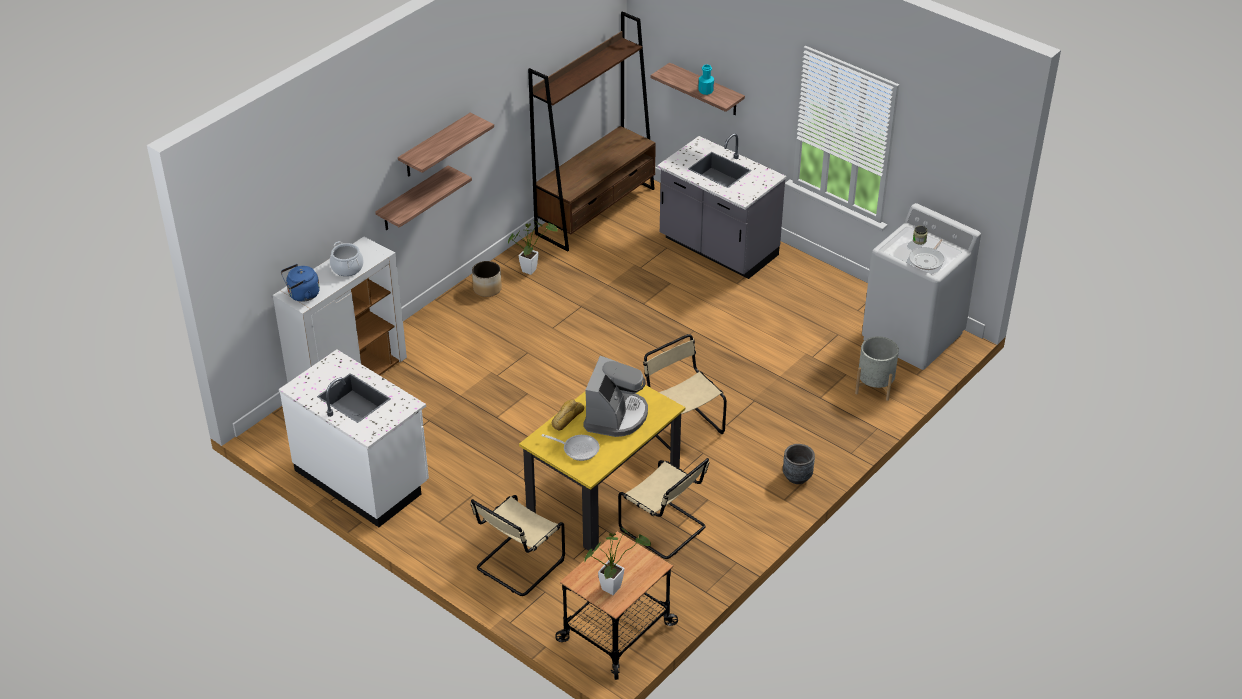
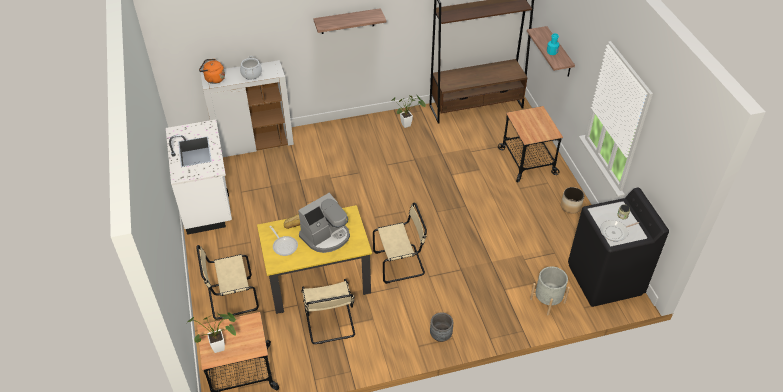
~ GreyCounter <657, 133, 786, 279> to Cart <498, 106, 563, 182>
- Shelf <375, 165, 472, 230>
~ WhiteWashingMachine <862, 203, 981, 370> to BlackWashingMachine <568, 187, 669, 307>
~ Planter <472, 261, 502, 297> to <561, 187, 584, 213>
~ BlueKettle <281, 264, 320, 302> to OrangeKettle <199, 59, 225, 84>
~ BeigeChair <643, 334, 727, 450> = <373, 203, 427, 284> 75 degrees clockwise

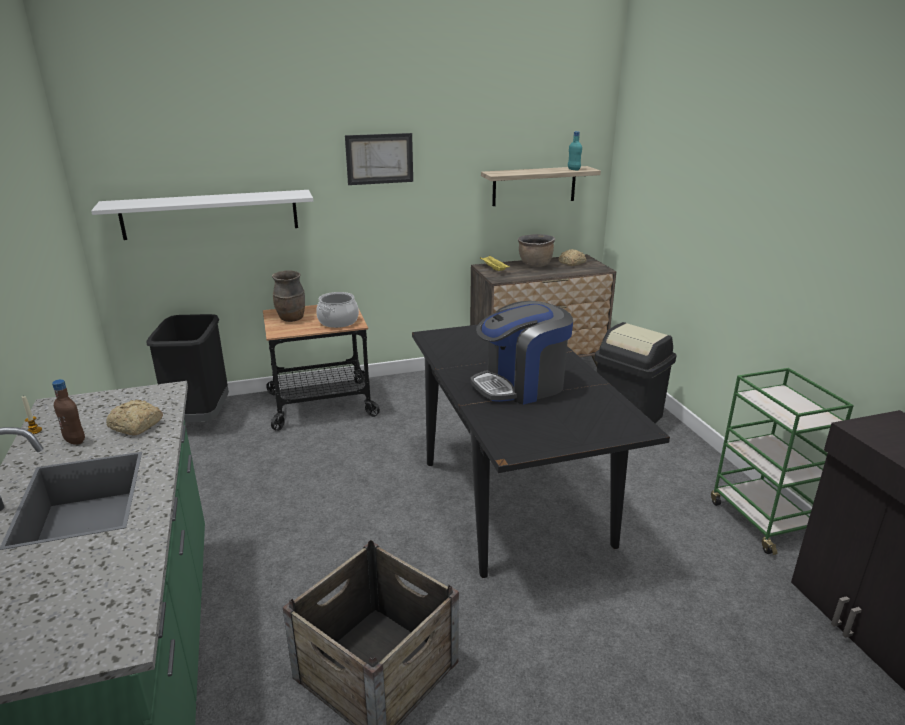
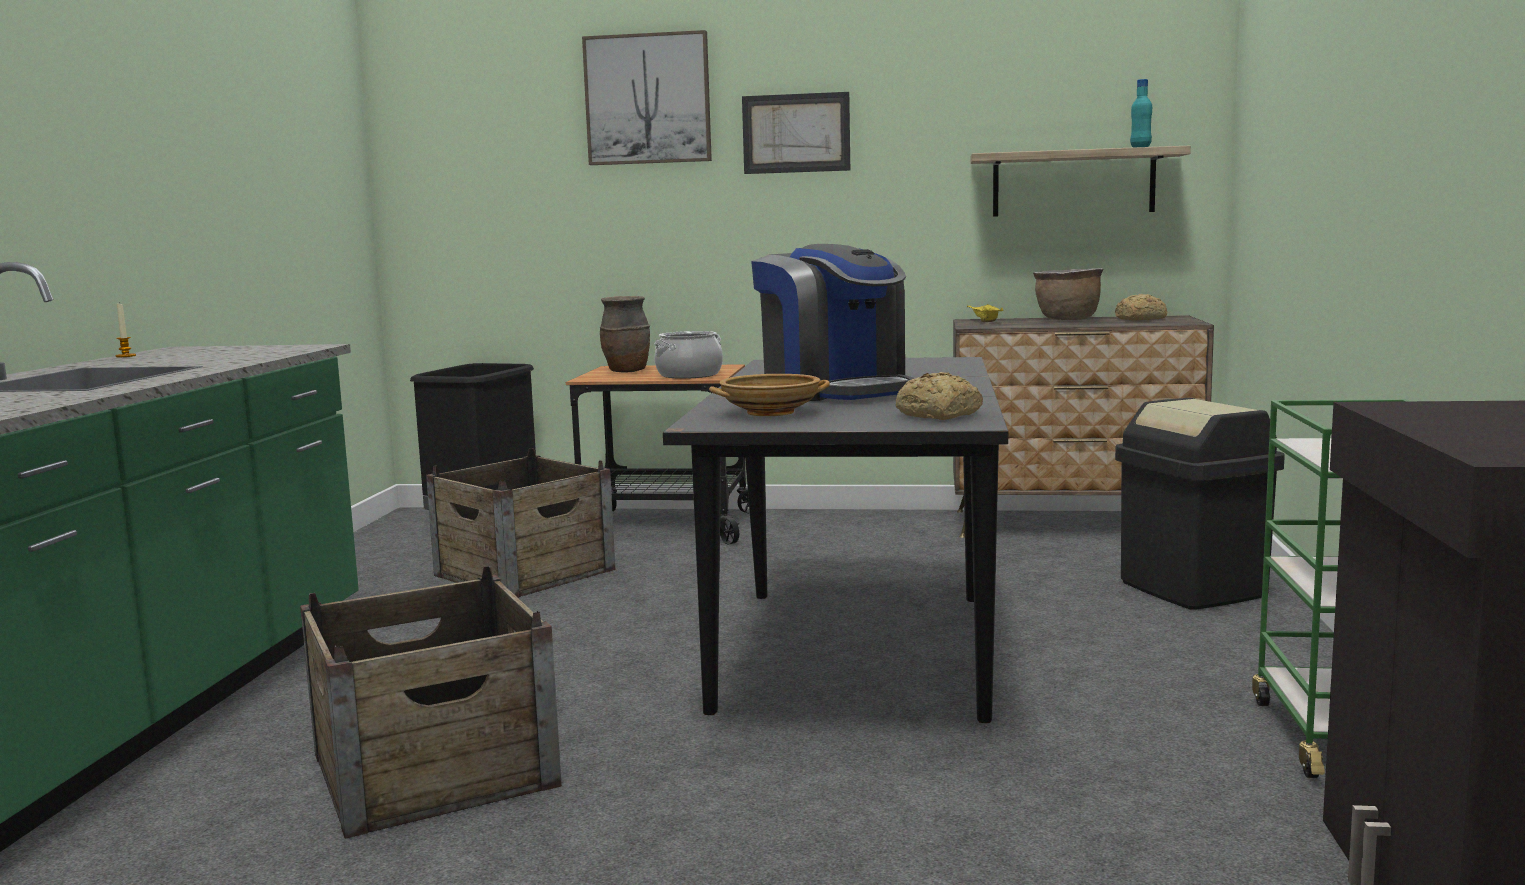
- WhiteShelf <91, 190, 313, 240>
~ CoffeeMachine <470, 301, 573, 405> = <751, 244, 915, 401> 120 degrees counterclockwise
- BrownBottle <52, 379, 85, 445>
~ Bread <106, 400, 163, 435> to <896, 372, 983, 420>
+ Picture <582, 30, 712, 165>
+ BeigeBowl <709, 374, 830, 416>
+ Crate <426, 448, 615, 598>

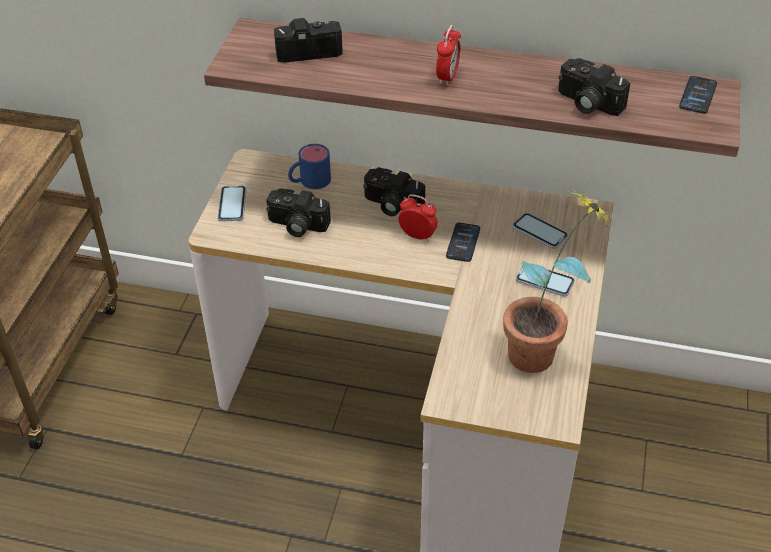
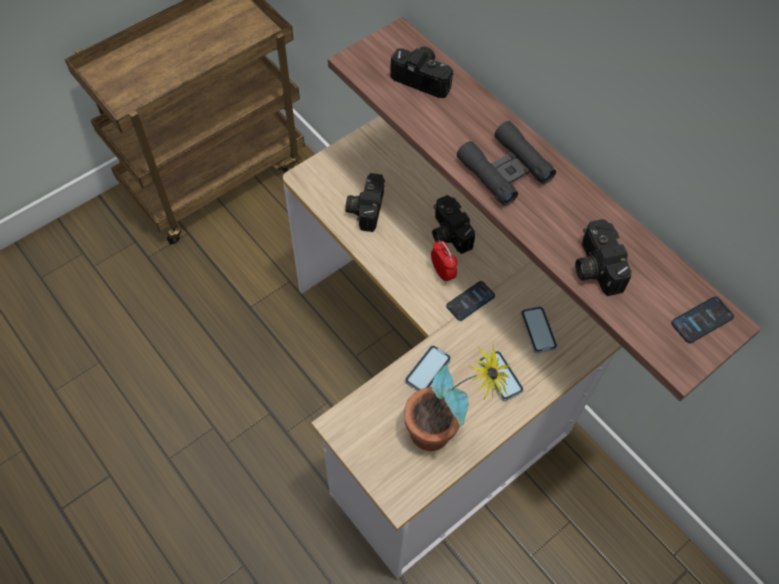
~ AlarmClock <436, 25, 461, 86> to BlackBinoculars <457, 121, 556, 206>
- BlueMug <288, 144, 331, 189>
~ Phone <218, 186, 246, 221> to <405, 345, 451, 391>
~ PhotoCamera <266, 188, 331, 237> = <345, 173, 385, 232> 45 degrees clockwise

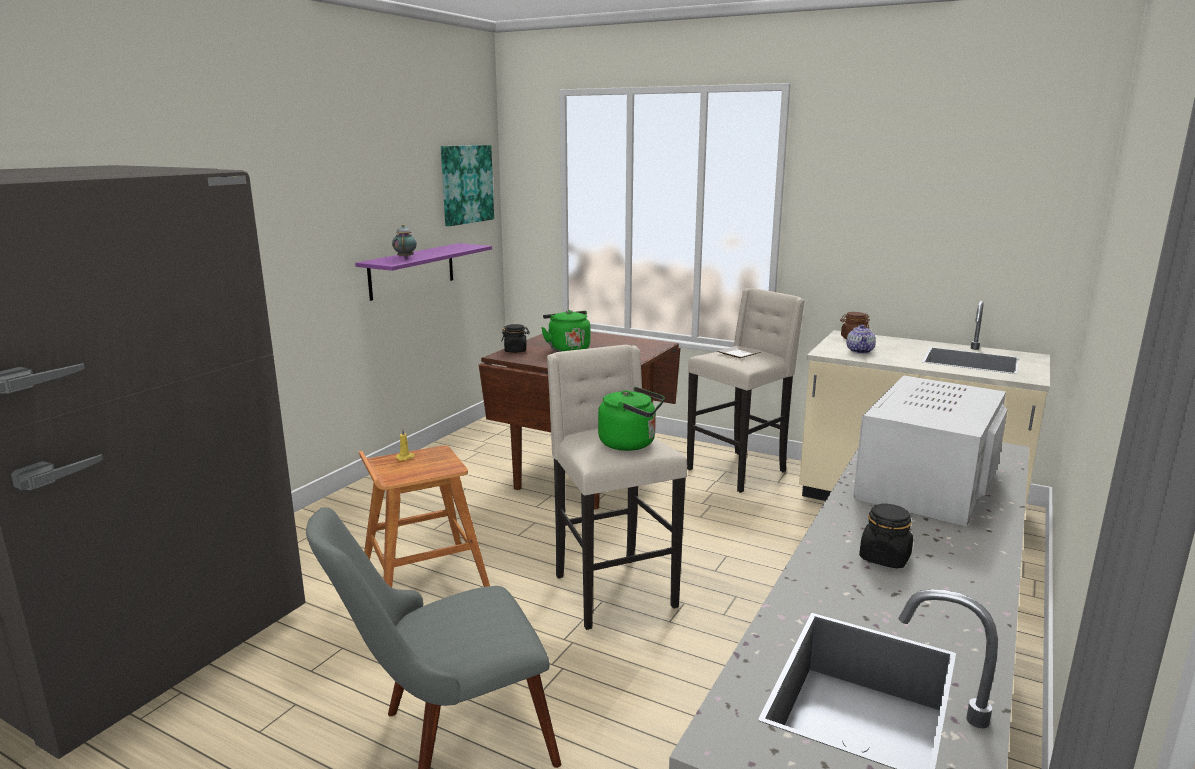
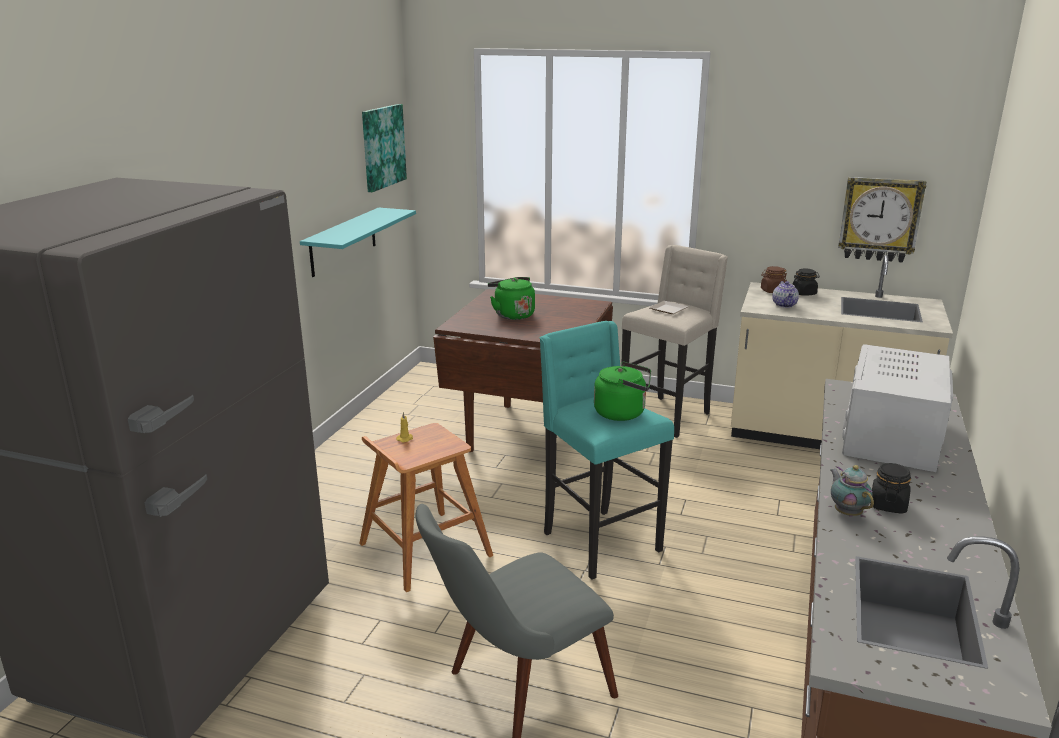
~ Teapot <392, 224, 417, 259> to <830, 465, 874, 517>
~ PurpleShelf <355, 243, 492, 301> to TurquoiseShelf <300, 208, 416, 277>
~ BlackJar <501, 324, 530, 353> to <793, 268, 820, 296>
~ BeigeStool <547, 345, 687, 630> to TurquoiseStool <540, 321, 674, 580>
+ WallClock <838, 177, 926, 263>

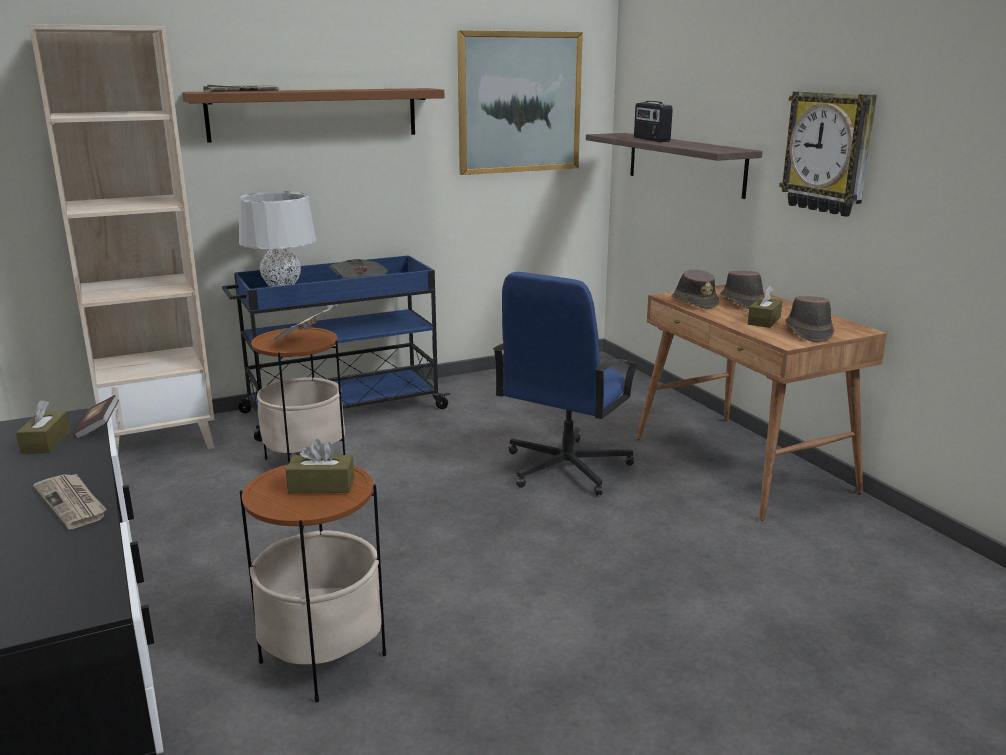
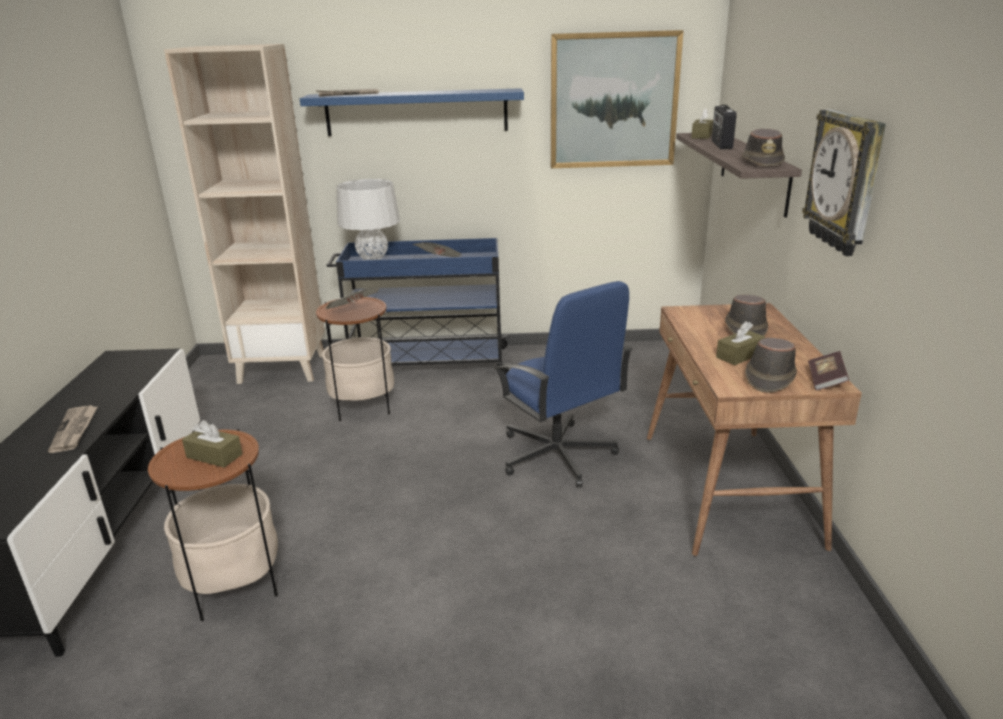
~ BrownShelf <182, 88, 444, 143> to BlueShelf <300, 88, 524, 136>
~ BrownHat <672, 269, 719, 309> to <741, 128, 785, 167>
~ BlueOfficeChair <493, 272, 639, 496> = <494, 281, 632, 487> 90 degrees counterclockwise
~ Book <74, 395, 119, 439> to <808, 351, 849, 391>
~ BrownTissueBox <16, 400, 70, 454> to <691, 108, 713, 139>

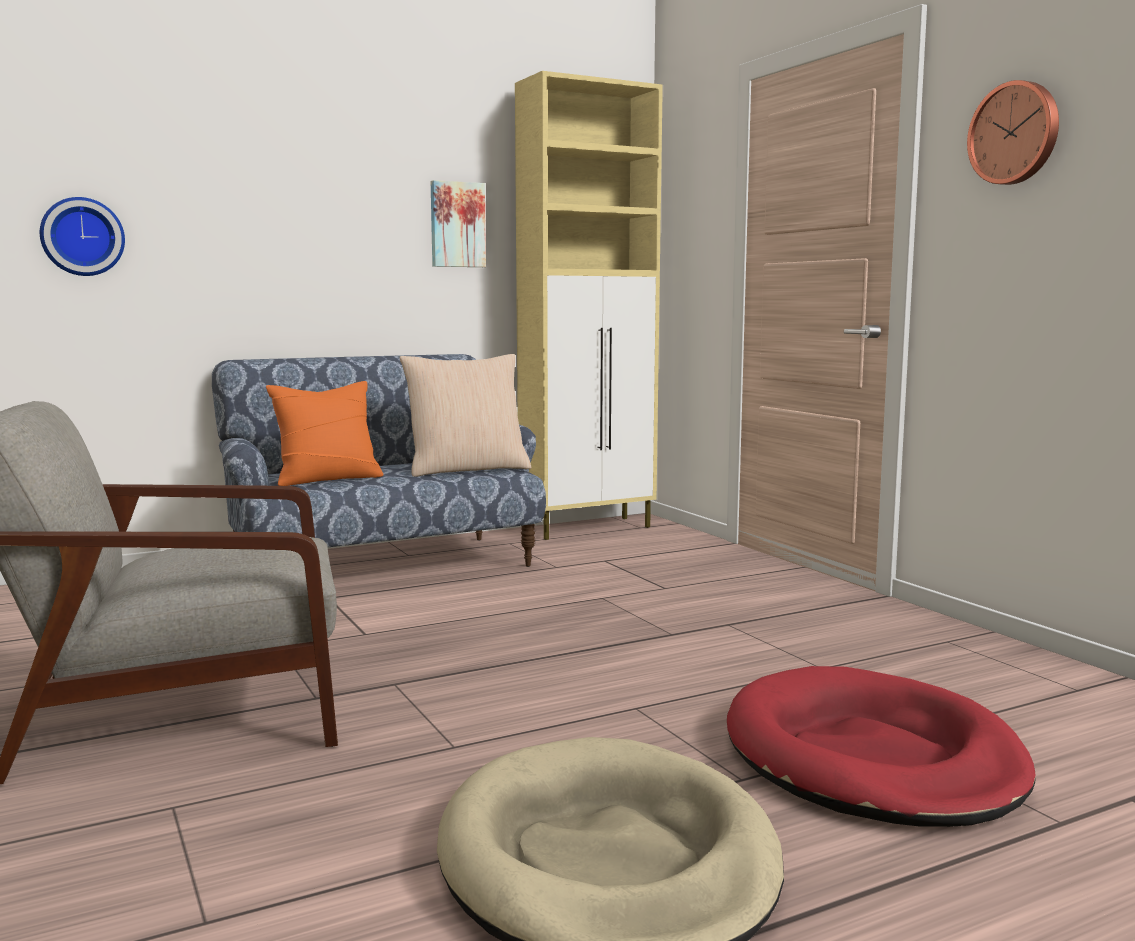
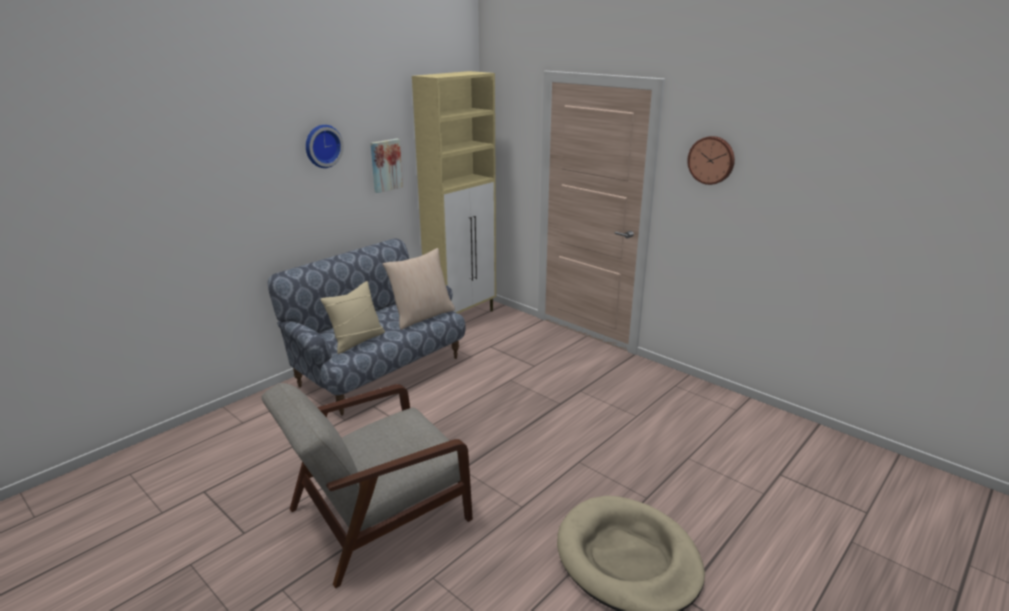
~ WallClock <40, 197, 125, 276> to <306, 125, 344, 168>
~ OrangePillow <266, 381, 384, 486> to BeigePillow <320, 281, 385, 354>
- RedDogBed <727, 666, 1036, 827>

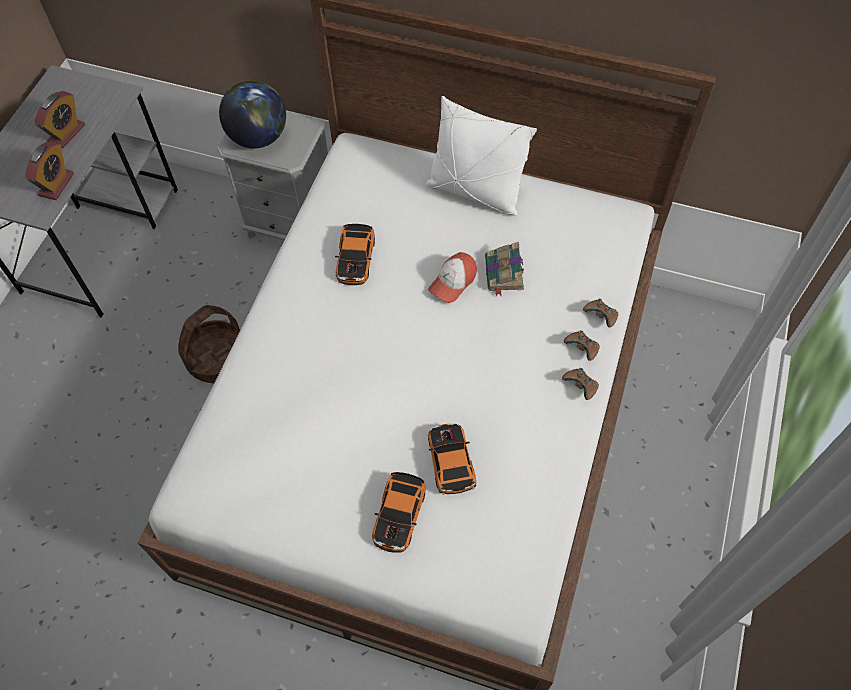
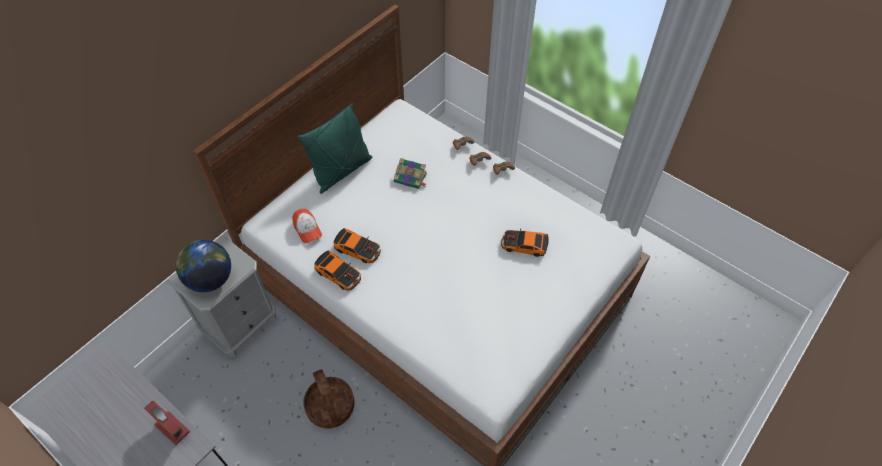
- AlarmClock <35, 91, 85, 148>
~ WhitePillow <426, 96, 537, 216> to GreenPillow <297, 103, 373, 194>
~ Cap <428, 252, 477, 303> to <292, 209, 322, 243>
~ ToyCar <372, 472, 426, 553> to <314, 250, 361, 290>

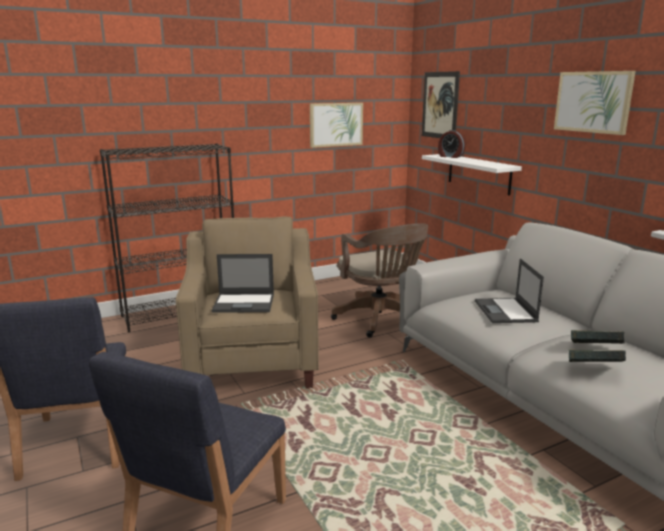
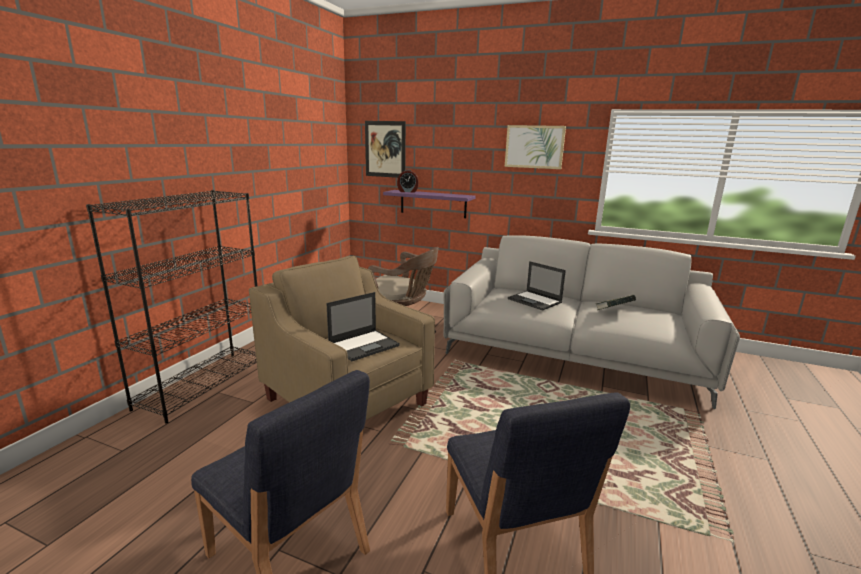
- Picture <310, 103, 363, 148>
~ WhiteShelf <422, 154, 522, 196> to PurpleShelf <383, 190, 476, 218>
- Book <568, 350, 626, 362>

